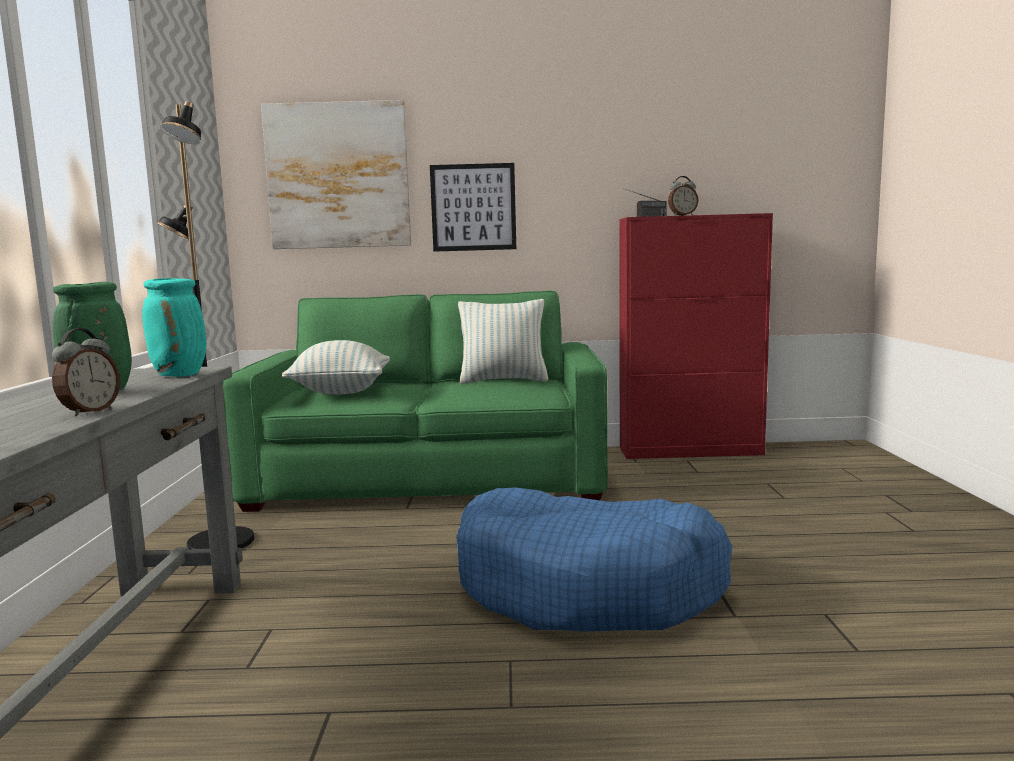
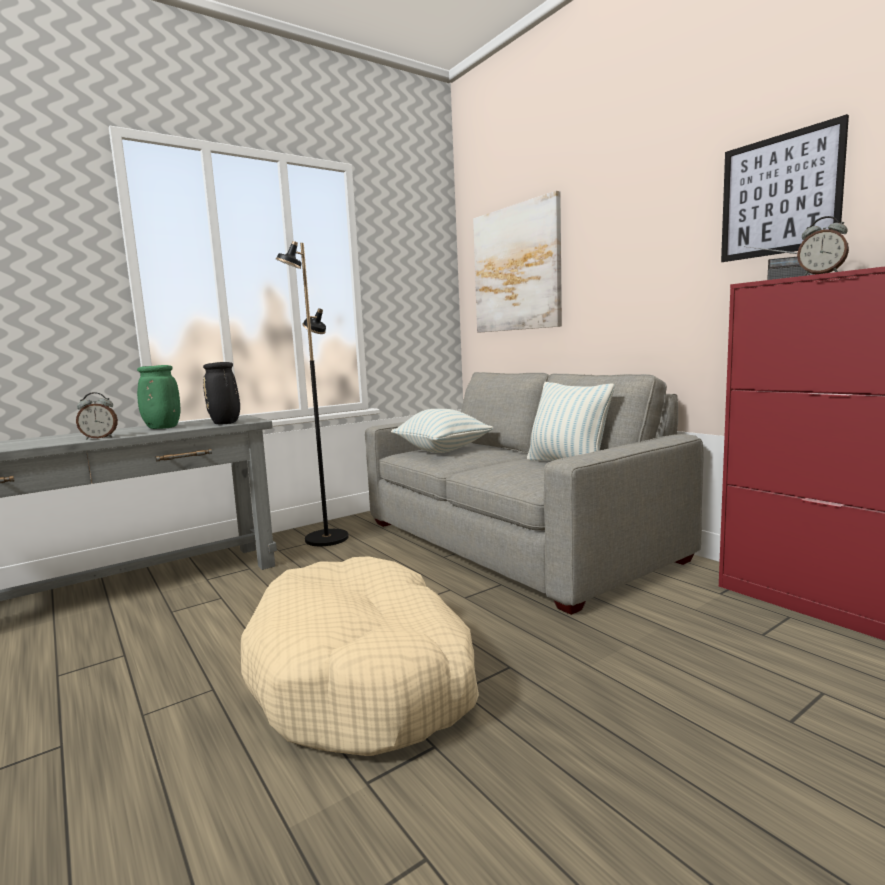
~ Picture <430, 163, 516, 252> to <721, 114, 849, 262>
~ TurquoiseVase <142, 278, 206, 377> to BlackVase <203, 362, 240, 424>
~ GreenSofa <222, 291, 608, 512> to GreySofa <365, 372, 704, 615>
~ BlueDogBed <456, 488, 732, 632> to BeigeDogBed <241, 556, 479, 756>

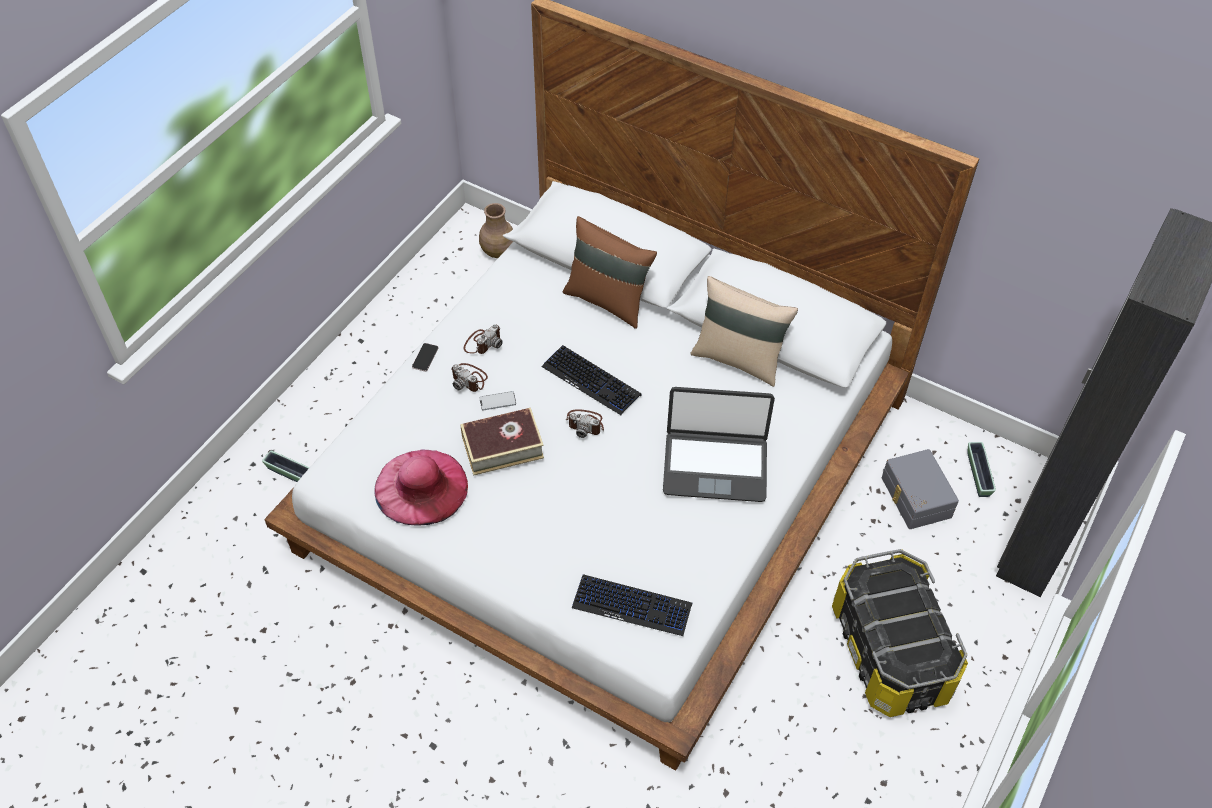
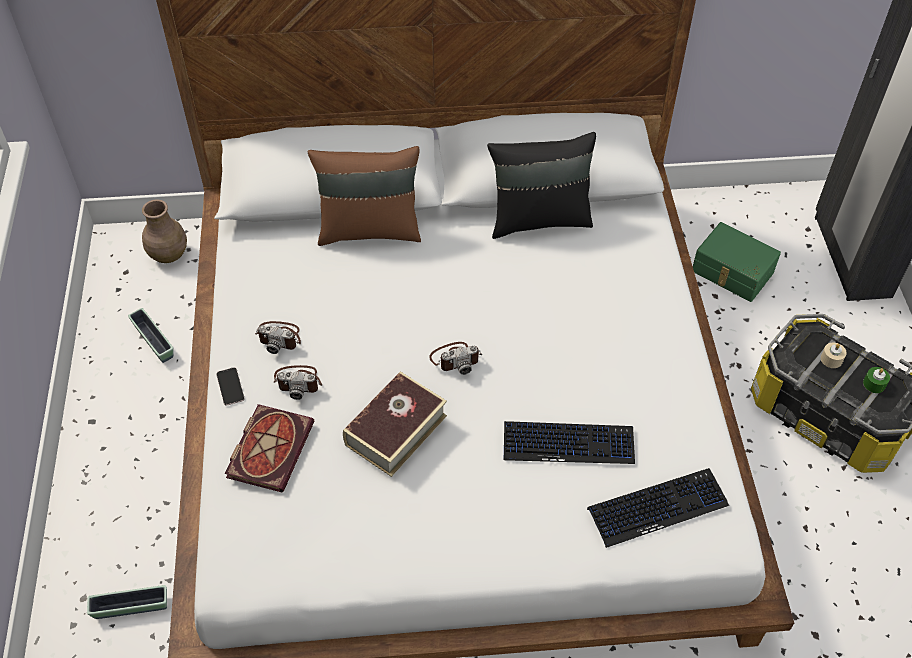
~ BeigePillow <690, 276, 798, 387> to BlackPillow <487, 132, 596, 239>
~ PhotoCamera <464, 324, 503, 354> = <255, 321, 301, 354> 105 degrees clockwise
~ Keyboard <542, 345, 641, 415> to <503, 421, 635, 464>
- Laptop <663, 387, 775, 502>
- Phone <479, 391, 516, 410>
~ Planter <967, 442, 996, 497> to <128, 308, 174, 363>
- PinkHat <374, 449, 468, 525>
~ GreyStorageBox <882, 449, 959, 529> to GreenStorageBox <693, 222, 781, 302>
+ BeigeCandle <821, 342, 847, 368>
+ GreenCandle <863, 367, 890, 393>
+ Book <225, 404, 314, 493>

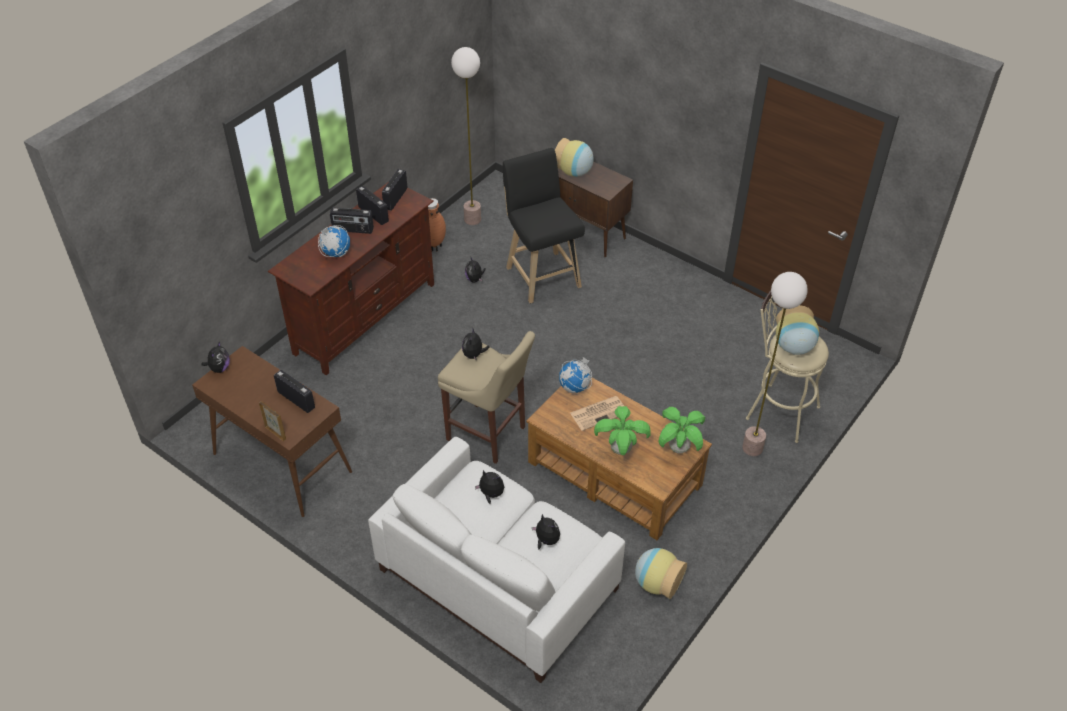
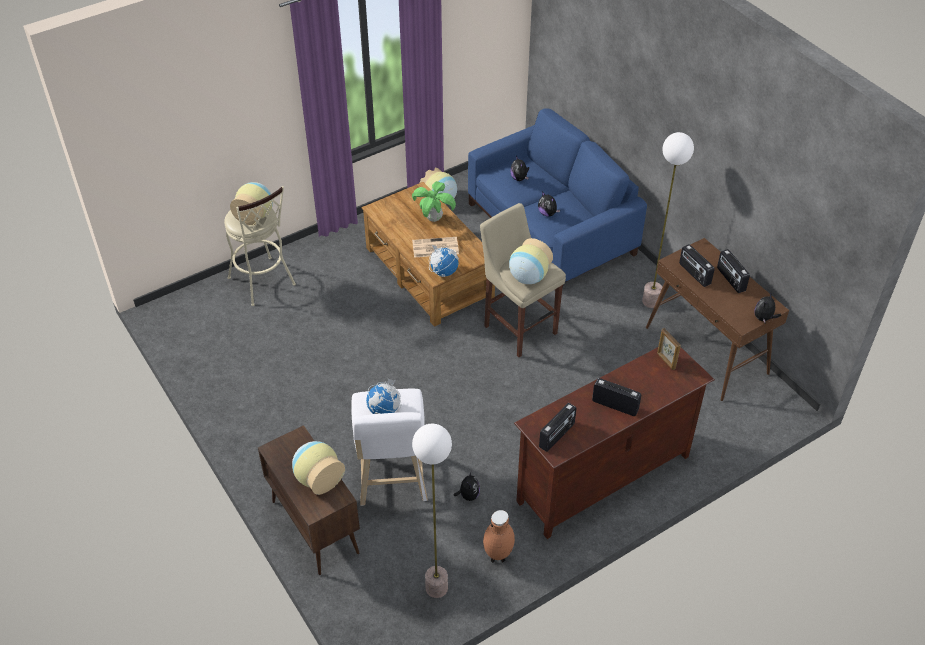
~ BlackStool <503, 148, 585, 304> to WhiteStool <351, 389, 428, 506>
~ Radio <356, 186, 389, 225> to <717, 249, 750, 293>
~ Globe <318, 225, 350, 257> to <366, 379, 401, 414>
~ FloorLamp <742, 272, 808, 456> to <642, 132, 694, 308>
~ PlushToy <462, 327, 490, 360> to Vase <509, 238, 553, 284>
~ PictureFrame <259, 401, 286, 441> to <657, 328, 681, 370>
- PottedPlant <658, 407, 705, 454>
~ WhiteSofa <368, 437, 625, 683> to BlueSofa <468, 108, 647, 291>

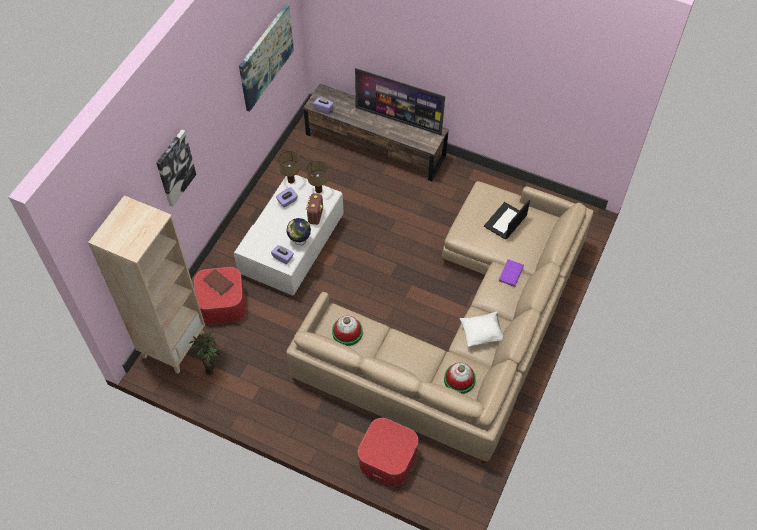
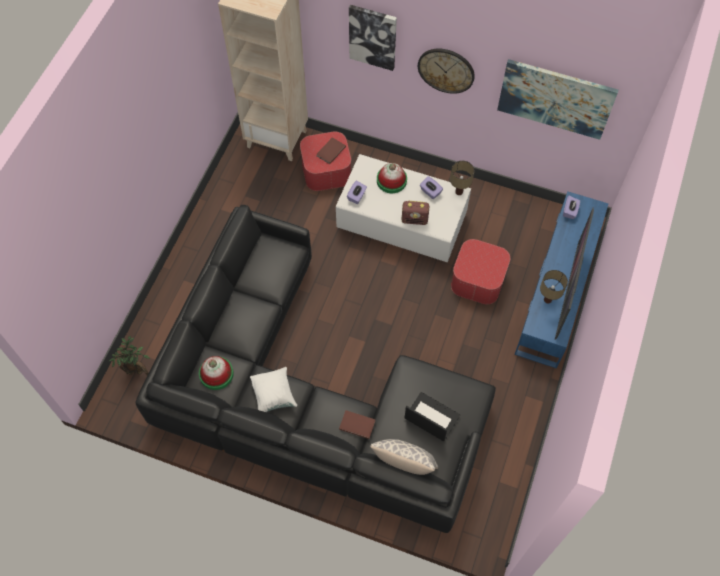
~ BrownTvStand <303, 84, 449, 181> to BlueTvStand <514, 191, 609, 369>
~ TableLamp <307, 161, 328, 193> to <540, 270, 568, 304>
~ BeigeSofa <286, 181, 594, 464> to BlackSofa <135, 205, 496, 533>
- Globe <287, 218, 311, 245>
~ PurpleBook <499, 259, 524, 287> to BrownBook <339, 410, 376, 439>
~ Hat <332, 316, 363, 346> to <377, 163, 407, 193>
~ PottedPlant <189, 331, 220, 375> to <109, 336, 150, 376>
~ Ottoman <358, 418, 418, 487> to <451, 239, 510, 304>
+ WallClock <418, 49, 475, 94>
+ Pillow <370, 439, 438, 475>

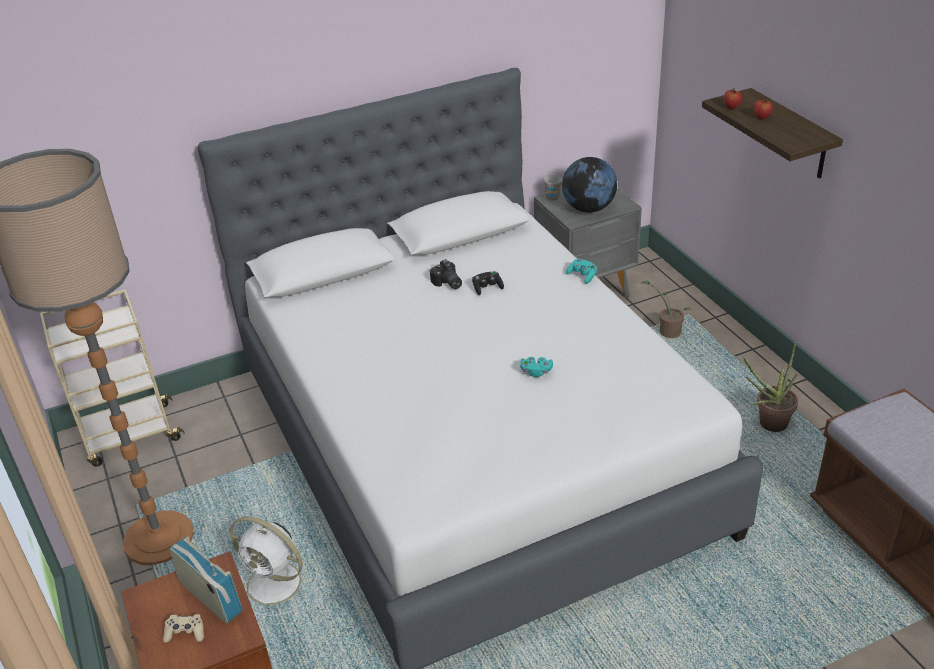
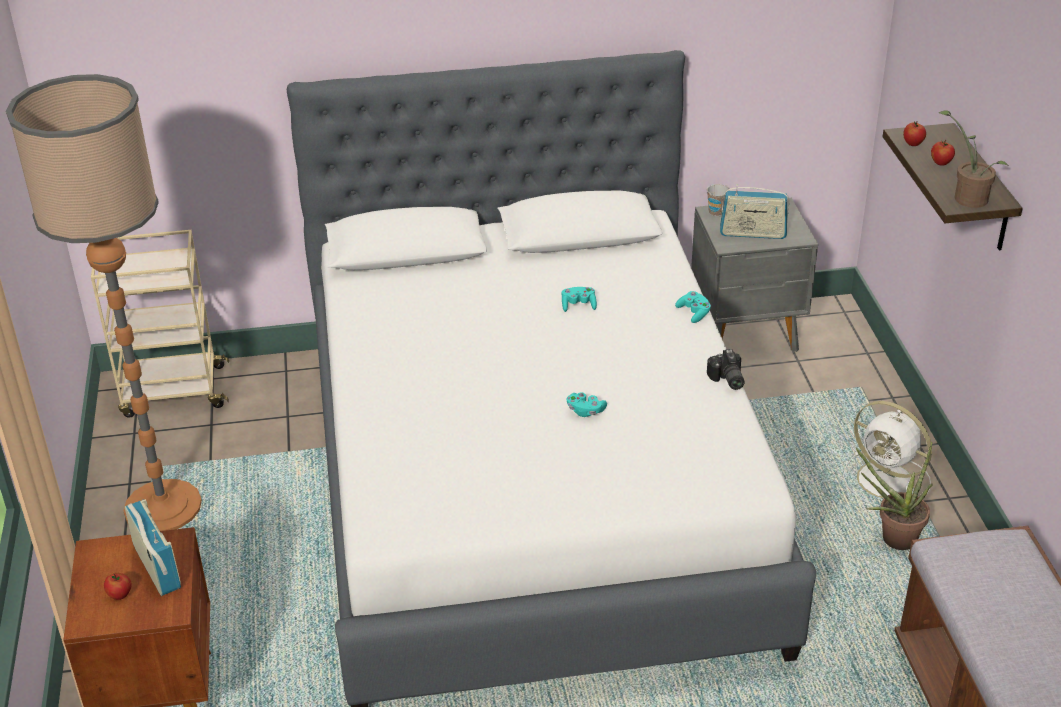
~ Globe <562, 157, 617, 213> to Radio <720, 184, 789, 239>
~ PhotoCamera <430, 259, 462, 289> to <707, 349, 744, 390>
~ BlackGameController <472, 271, 504, 295> to TurquoiseGameController <562, 287, 597, 312>
~ PottedPlant <642, 281, 692, 338> to <939, 110, 1009, 208>
~ WhiteFan <230, 517, 317, 616> to <843, 401, 932, 506>
~ BeigeGameController <163, 614, 204, 643> to Apple <104, 573, 132, 600>

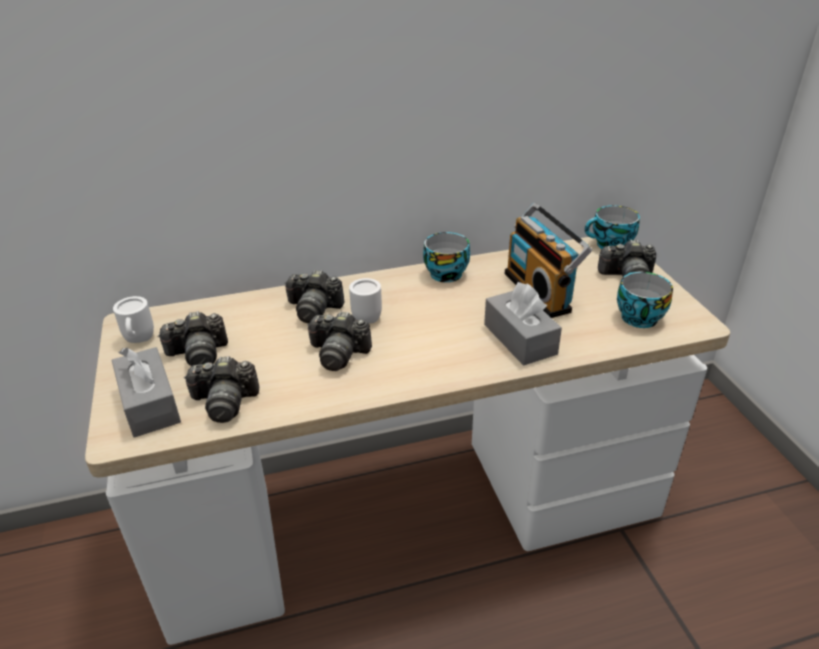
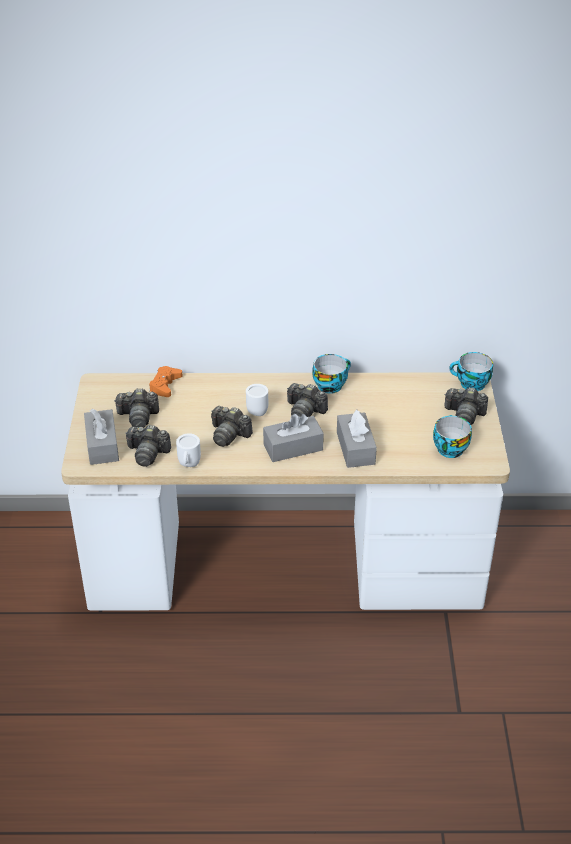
- Radio <505, 203, 592, 318>
~ PhotoCamera <284, 270, 345, 323> to <287, 383, 328, 417>
~ WhiteMug <113, 296, 154, 343> to <176, 433, 201, 467>
+ OrangeGameController <149, 366, 183, 397>
+ GreyTissueBox <263, 414, 324, 462>

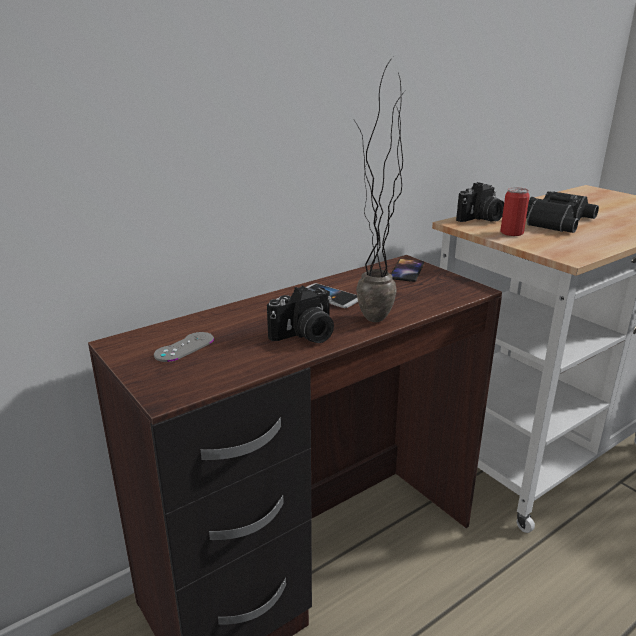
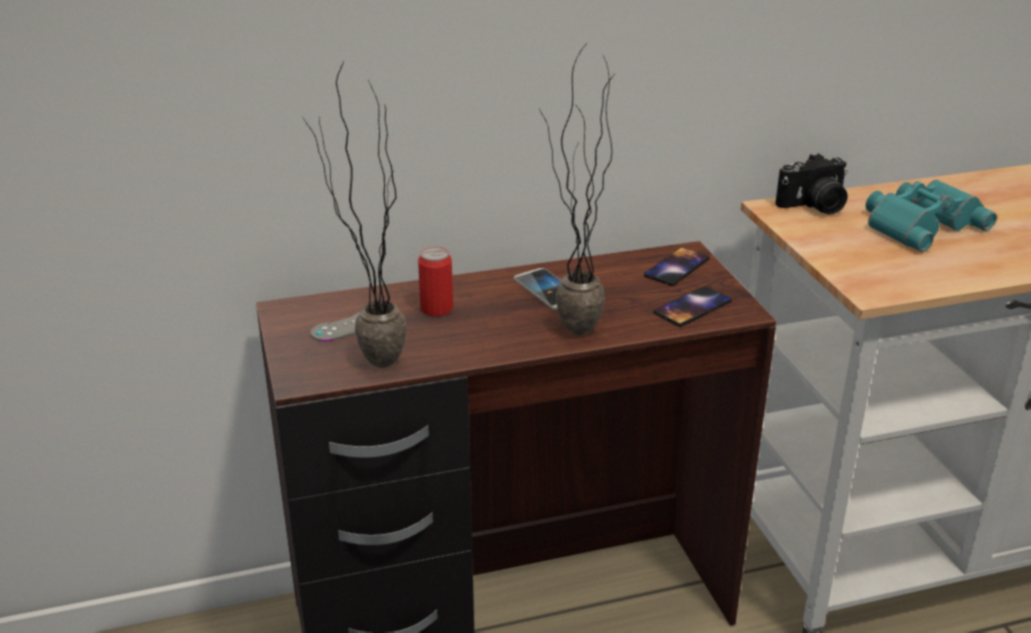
~ Can <500, 187, 530, 236> to <418, 246, 453, 317>
~ BlackBinoculars <526, 191, 599, 233> to TurquoiseBinoculars <866, 180, 997, 252>
- PhotoCamera <267, 285, 334, 343>
+ PottedPlant <302, 62, 407, 368>
+ Phone <653, 286, 732, 327>

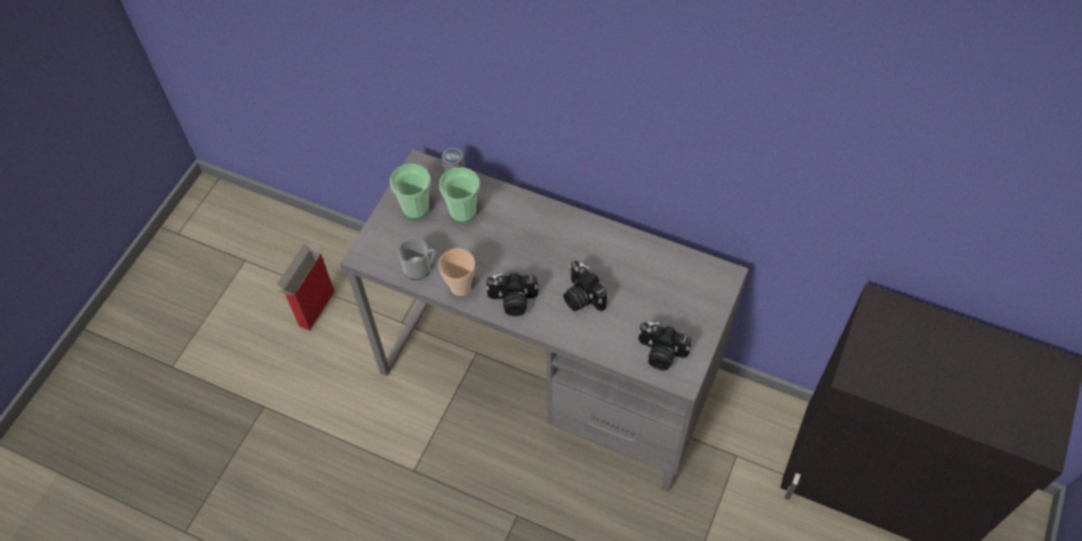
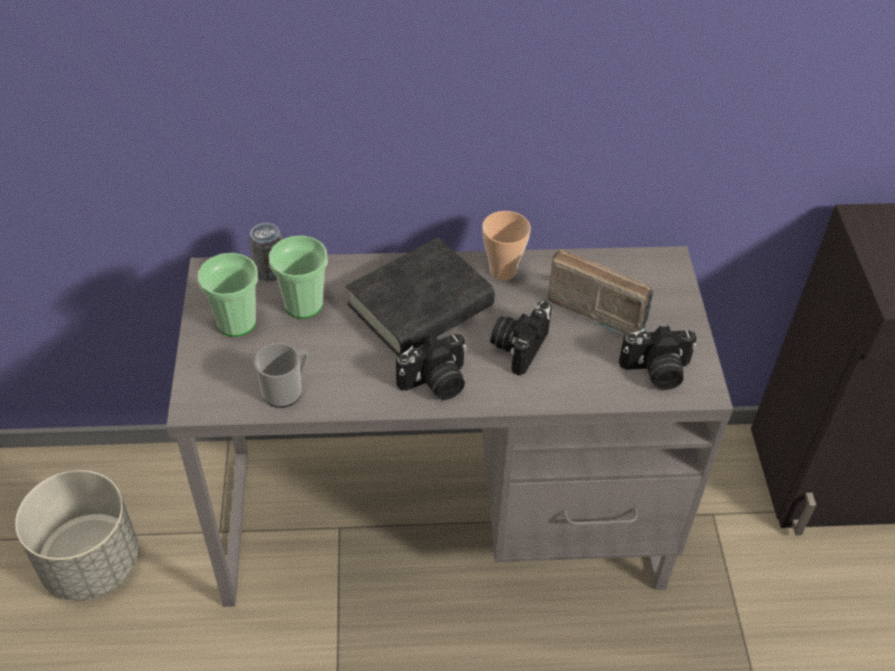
~ CardboardBox <277, 241, 334, 331> to GreyPlanter <15, 470, 139, 601>
~ Cup <439, 249, 475, 296> to <482, 211, 531, 280>
~ PhotoCamera <563, 261, 607, 311> = <490, 301, 552, 376> 90 degrees clockwise
+ BlackBook <346, 237, 495, 356>
+ Radio <547, 249, 654, 336>

